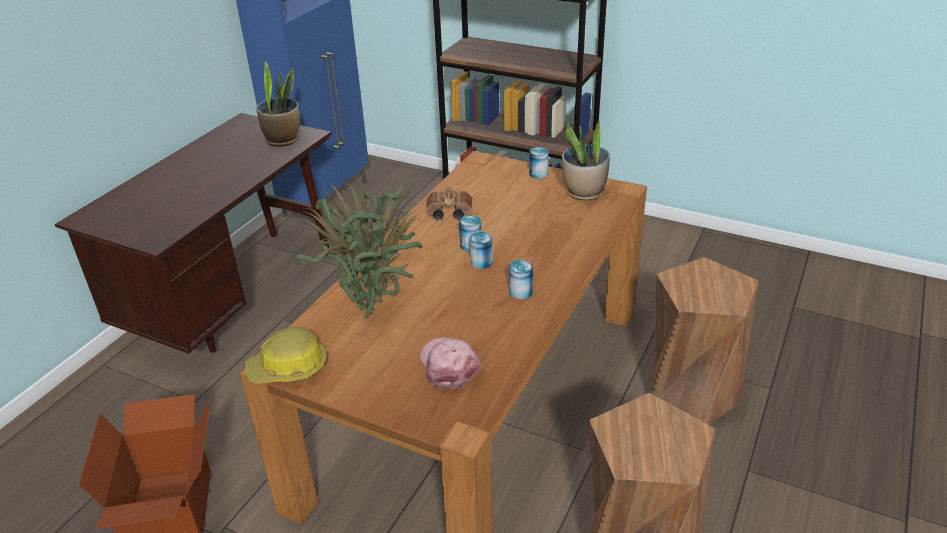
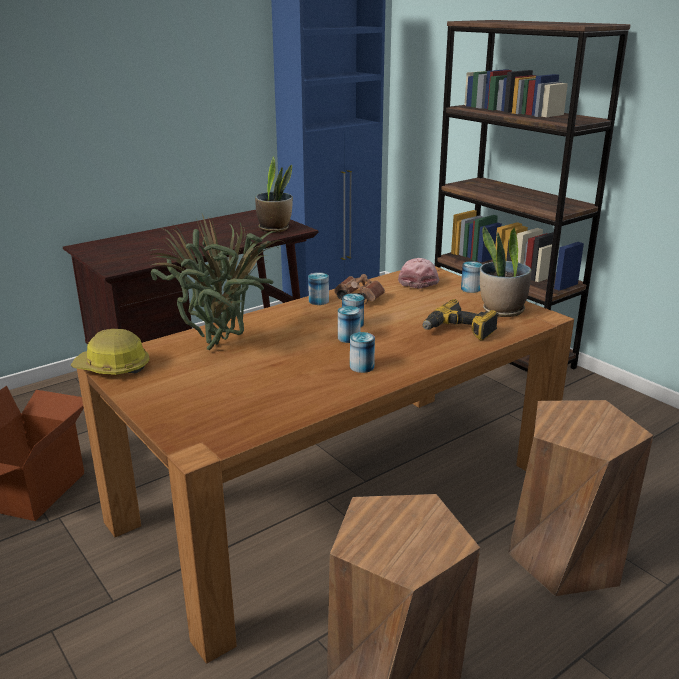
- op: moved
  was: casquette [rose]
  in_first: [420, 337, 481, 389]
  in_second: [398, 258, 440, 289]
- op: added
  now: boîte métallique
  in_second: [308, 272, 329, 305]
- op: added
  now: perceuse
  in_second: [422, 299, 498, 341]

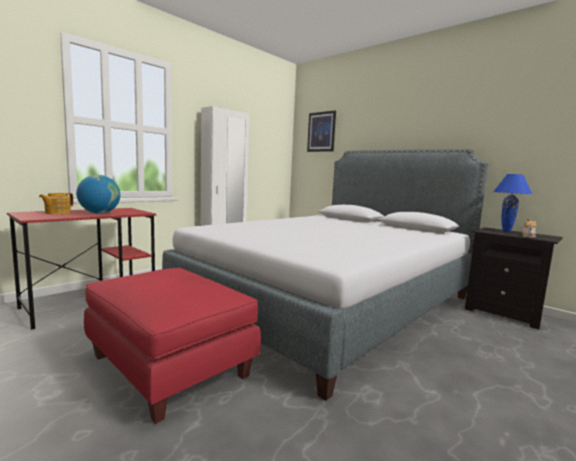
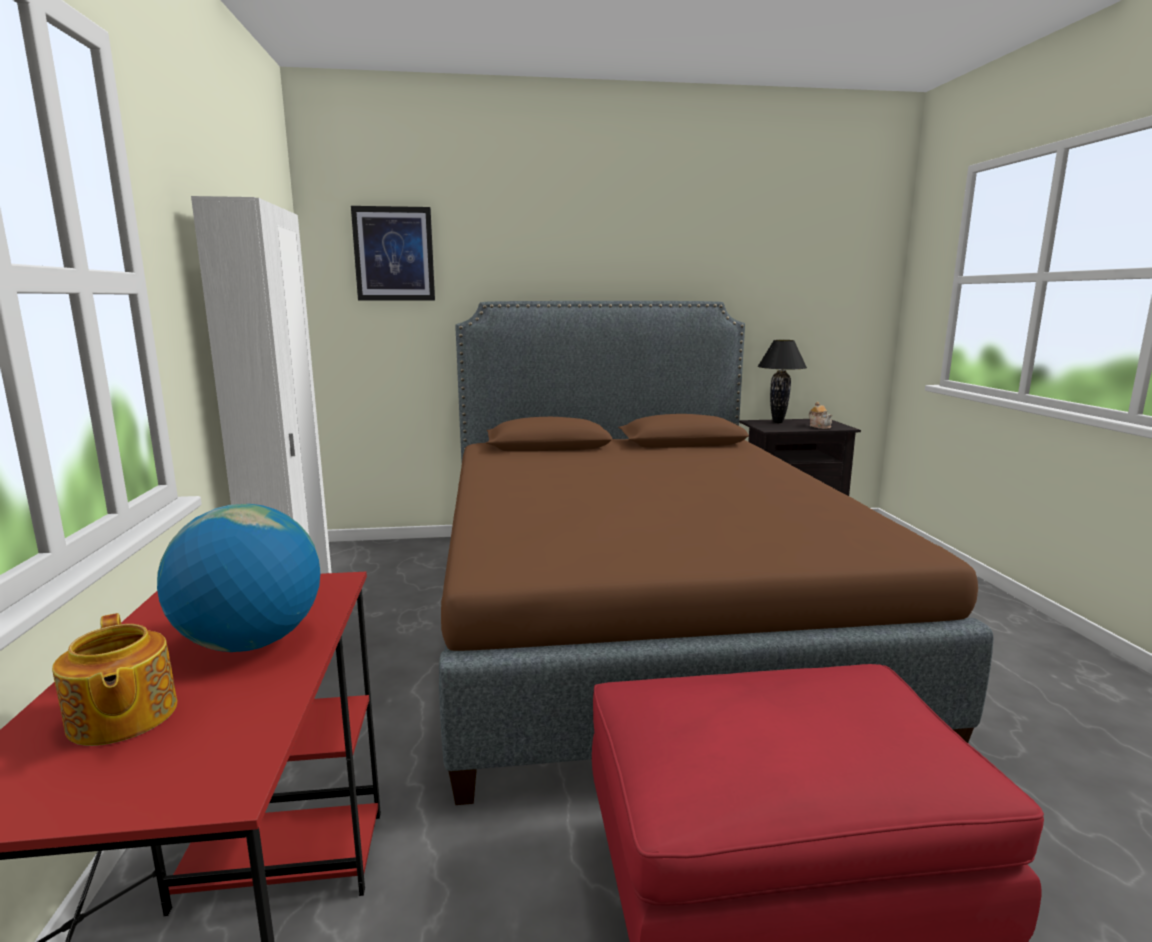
- op: recoloured
  was: lit [gris]
  now: lit [marron]
  in_first: [162, 149, 489, 401]
  in_second: [439, 301, 993, 805]
- op: recoloured
  was: lampe de table [bleu]
  now: lampe de table [noir]
  in_first: [493, 174, 532, 232]
  in_second: [758, 340, 807, 423]

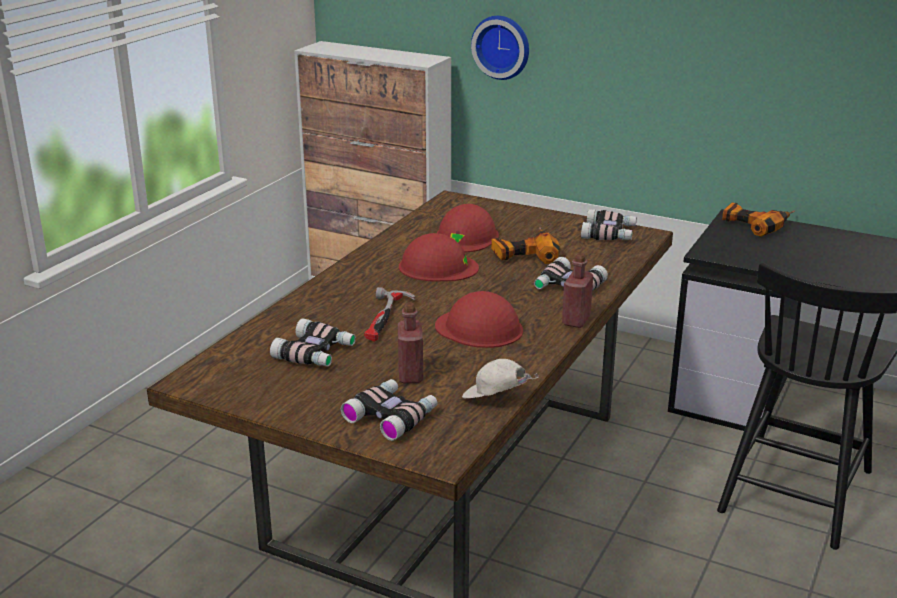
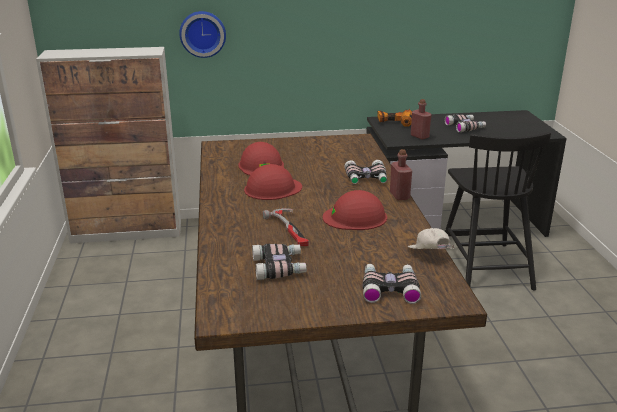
- op: moved
  was: bouteille [rouge]
  in_first: [398, 303, 423, 383]
  in_second: [411, 99, 432, 139]
- op: turned
  was: casquette [blanc]
  in_first: [462, 359, 539, 398]
  in_second: [408, 228, 455, 249]
  clockwise: 75
- op: removed
  was: perceuse
  in_first: [491, 227, 560, 264]
- op: moved
  was: jumelles
  in_first: [581, 209, 637, 240]
  in_second: [444, 114, 486, 132]

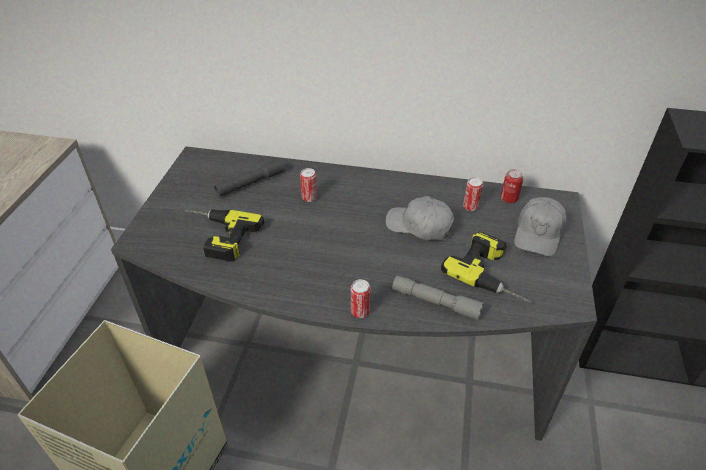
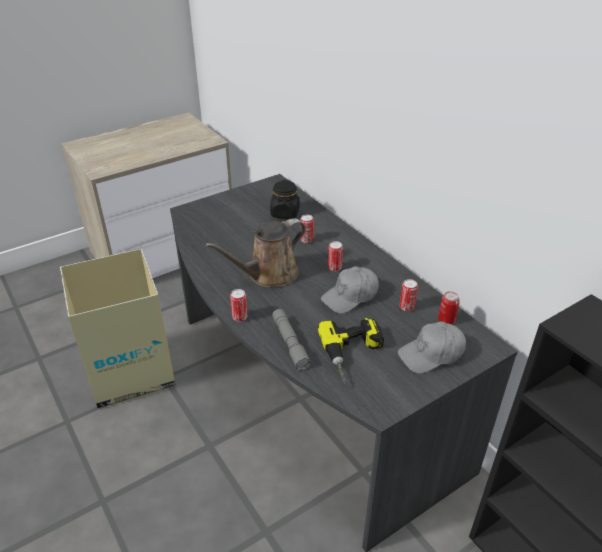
- op: removed
  was: perceuse
  in_first: [184, 209, 265, 261]
- op: replaced
  was: lampe de poche [gris]
  now: bocal [noir]
  in_first: [214, 158, 285, 197]
  in_second: [270, 180, 300, 219]
- op: turned
  was: casquette [gris]
  in_first: [386, 196, 454, 241]
  in_second: [321, 266, 379, 314]
  clockwise: -105
- op: added
  now: arrosoir [marron]
  in_second: [205, 218, 306, 287]
- op: added
  now: boîte métallique
  in_second: [328, 241, 343, 271]

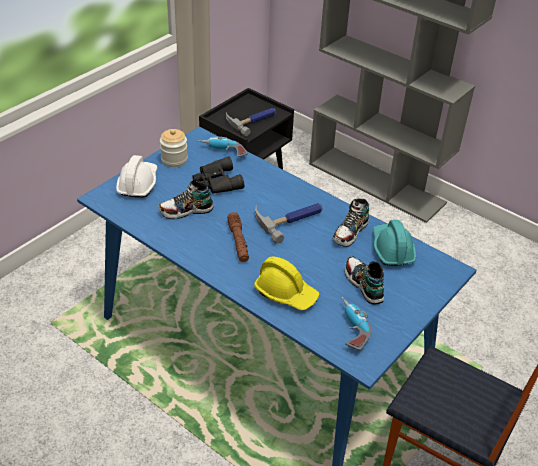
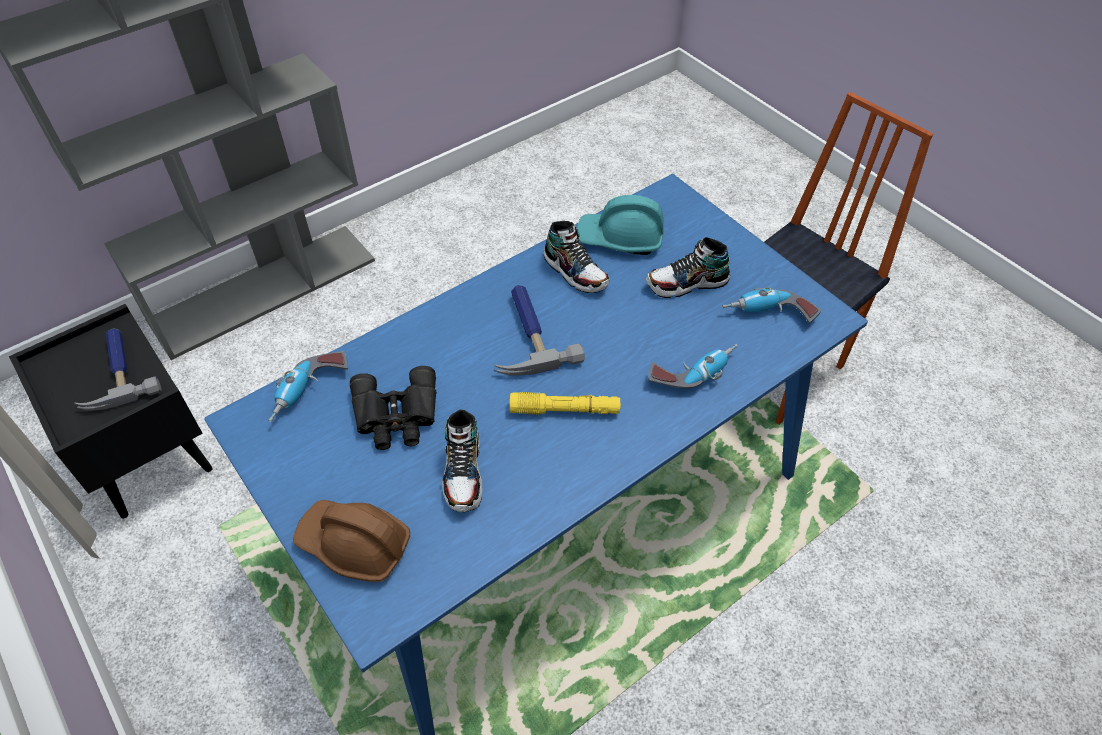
- op: recoloured
  was: casque de chantier [blanc]
  now: casque de chantier [marron]
  in_first: [116, 155, 157, 197]
  in_second: [293, 500, 410, 582]
- op: removed
  was: bocal
  in_first: [160, 129, 188, 167]
- op: recoloured
  was: lampe de poche [marron]
  now: lampe de poche [jaune]
  in_first: [227, 212, 249, 262]
  in_second: [510, 392, 621, 414]
- op: replaced
  was: casque de chantier [jaune]
  now: perceuse
  in_first: [254, 256, 319, 310]
  in_second: [648, 344, 738, 388]

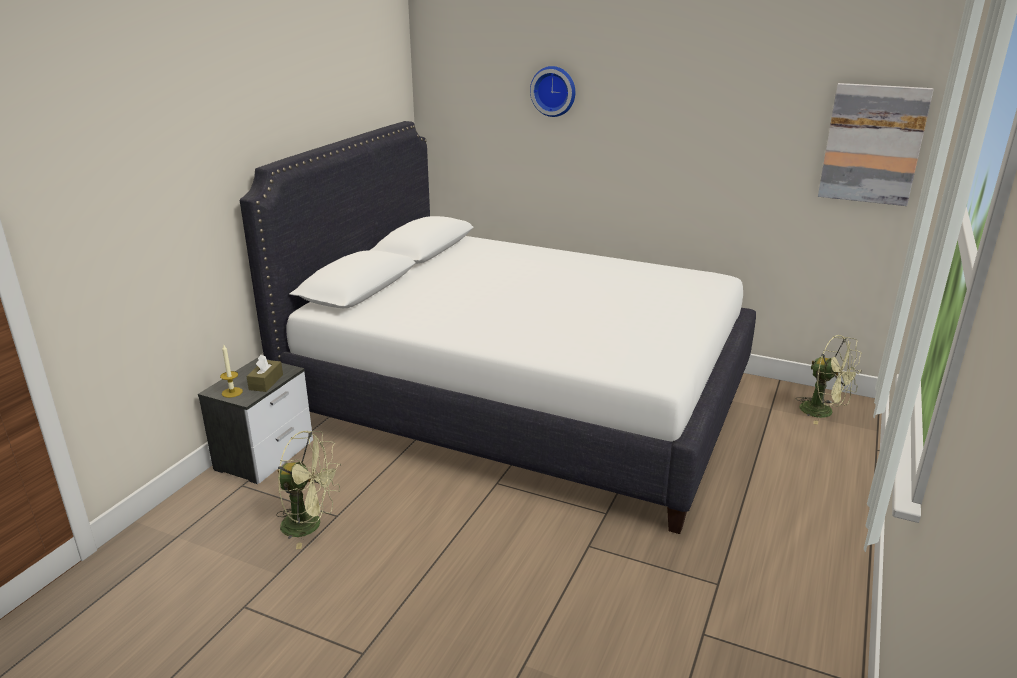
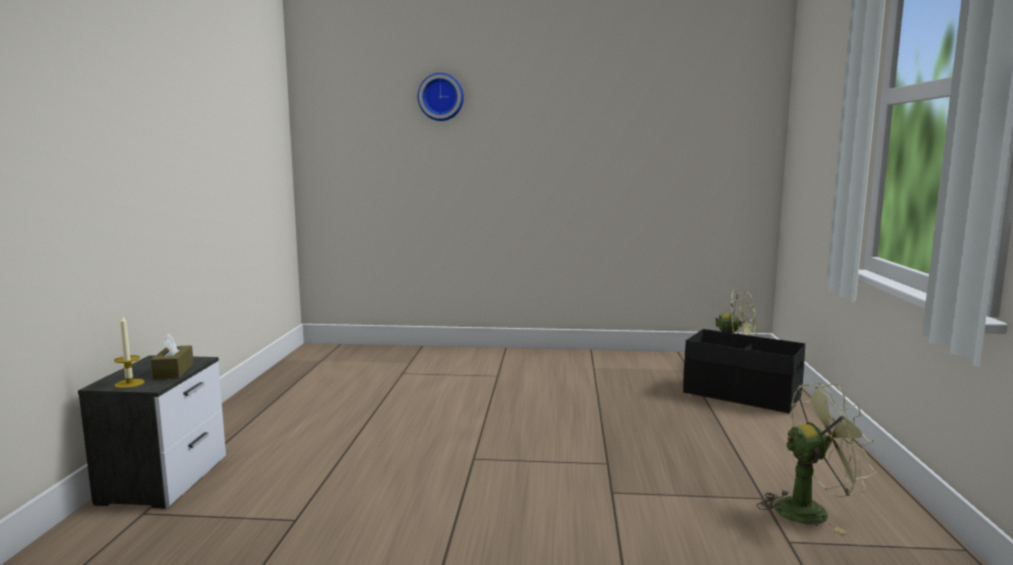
- op: removed
  was: lit [blanc]
  in_first: [240, 121, 756, 534]
- op: moved
  was: ventilateur [vert]
  in_first: [276, 431, 341, 549]
  in_second: [757, 383, 876, 534]
- op: removed
  was: tableau
  in_first: [818, 83, 934, 206]
- op: added
  now: boîte de rangement [noir]
  in_second: [683, 329, 806, 413]

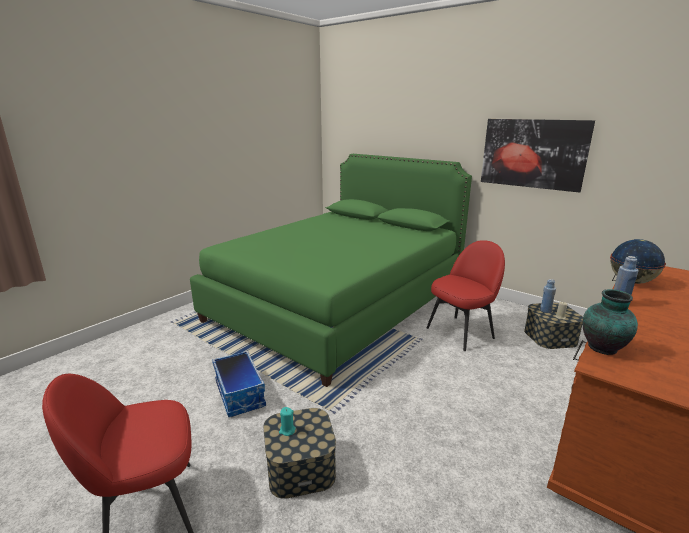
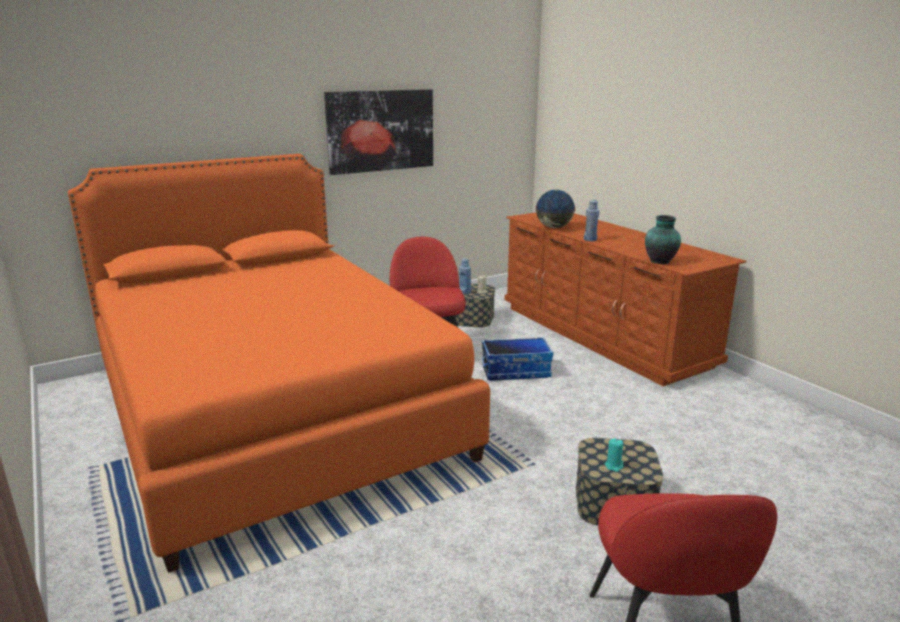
- op: recoloured
  was: lit [vert]
  now: lit [orange]
  in_first: [190, 154, 472, 387]
  in_second: [68, 154, 490, 573]
- op: moved
  was: boîte de rangement
  in_first: [212, 351, 266, 417]
  in_second: [482, 337, 553, 381]

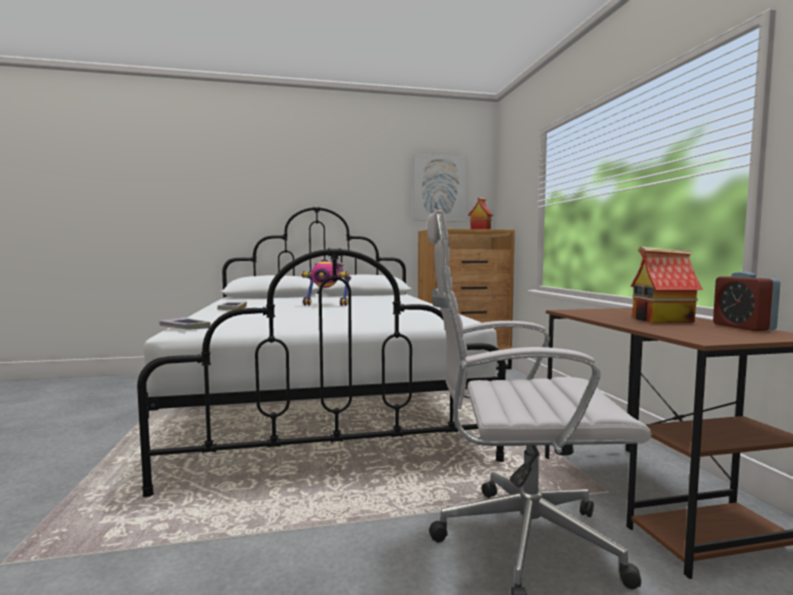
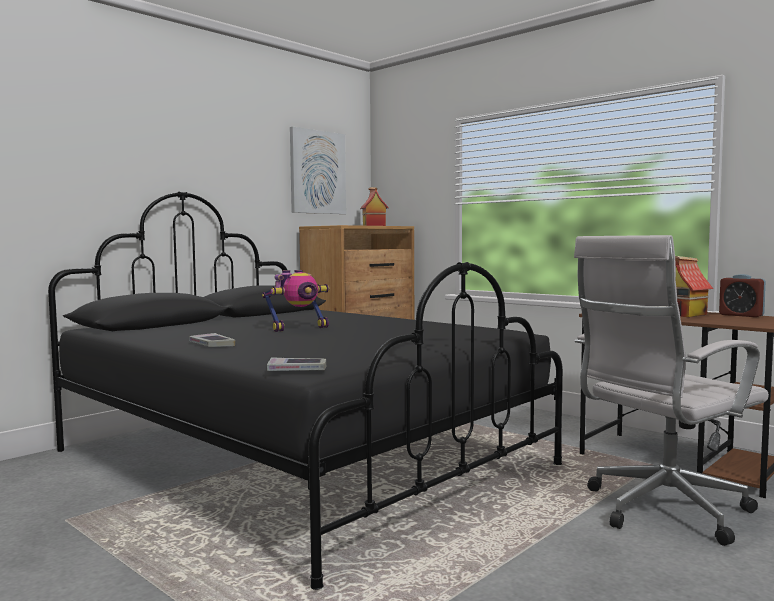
- op: recoloured
  was: lit [blanc]
  now: lit [noir]
  in_first: [137, 207, 506, 497]
  in_second: [48, 192, 563, 590]

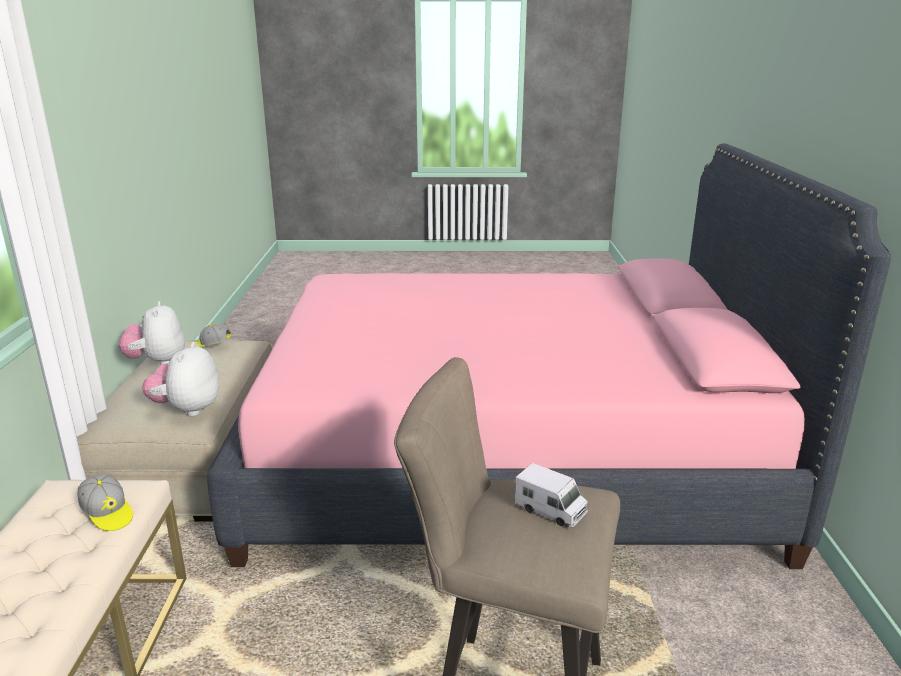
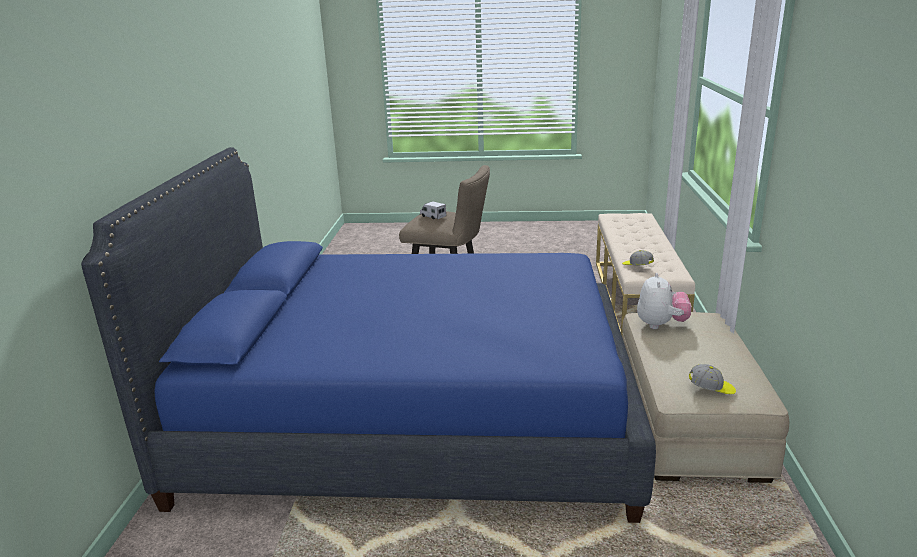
- op: removed
  was: peluche
  in_first: [119, 301, 185, 365]
- op: recoloured
  was: lit [rose]
  now: lit [bleu]
  in_first: [207, 143, 891, 569]
  in_second: [81, 147, 656, 523]

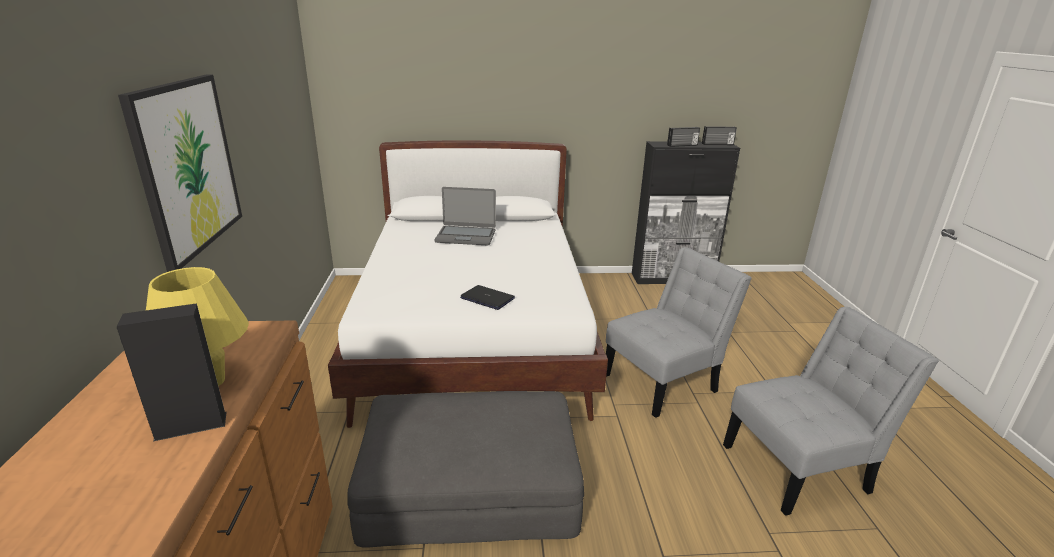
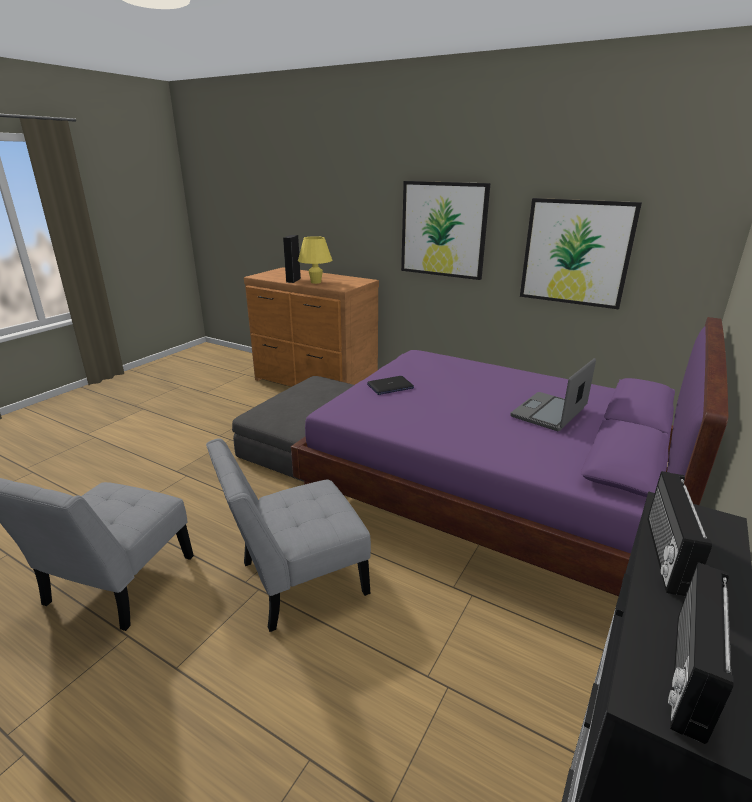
- op: recoloured
  was: lit [blanc]
  now: lit [violet]
  in_first: [328, 140, 608, 428]
  in_second: [291, 317, 729, 596]
- op: turned
  was: chaise [gris]
  in_first: [606, 247, 752, 418]
  in_second: [206, 438, 371, 632]
  clockwise: 60
- op: added
  now: tableau
  in_second: [520, 198, 642, 309]

